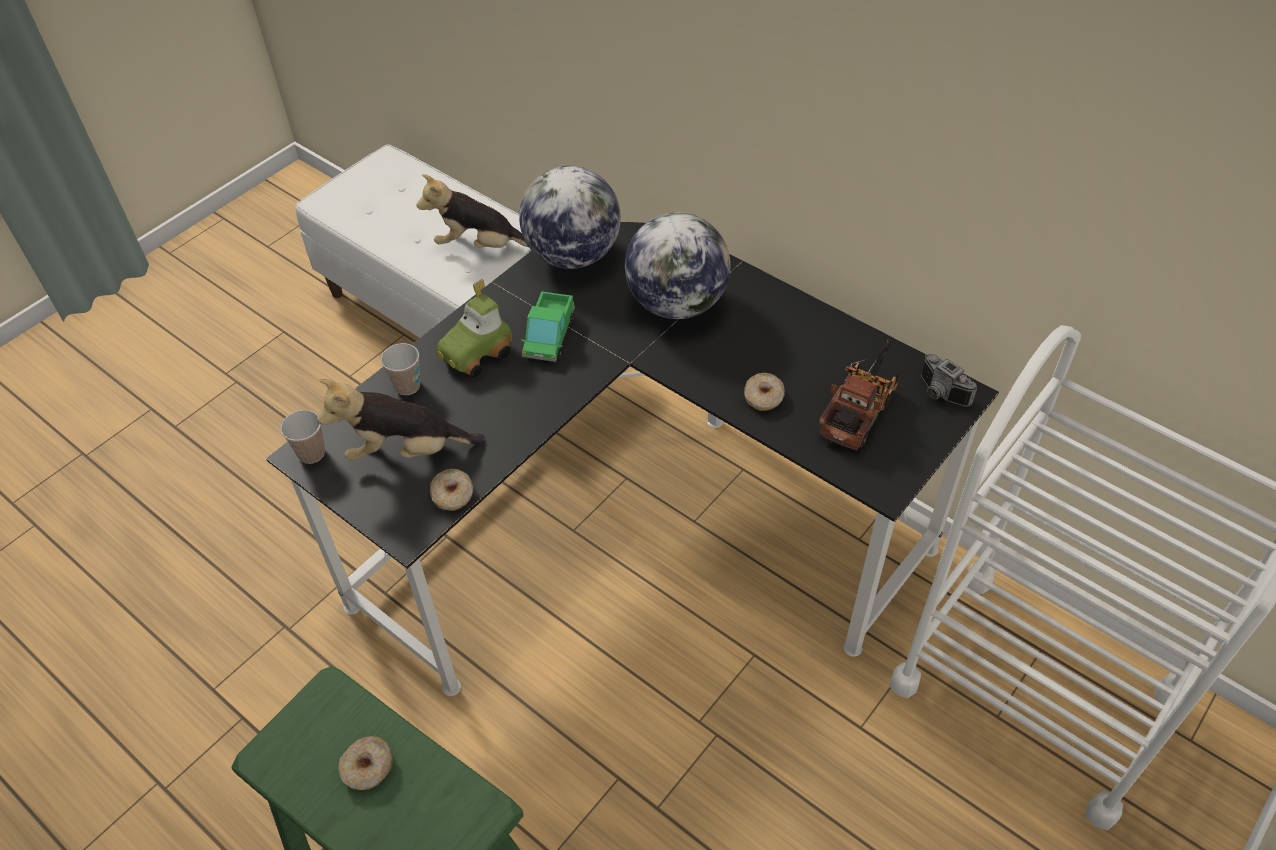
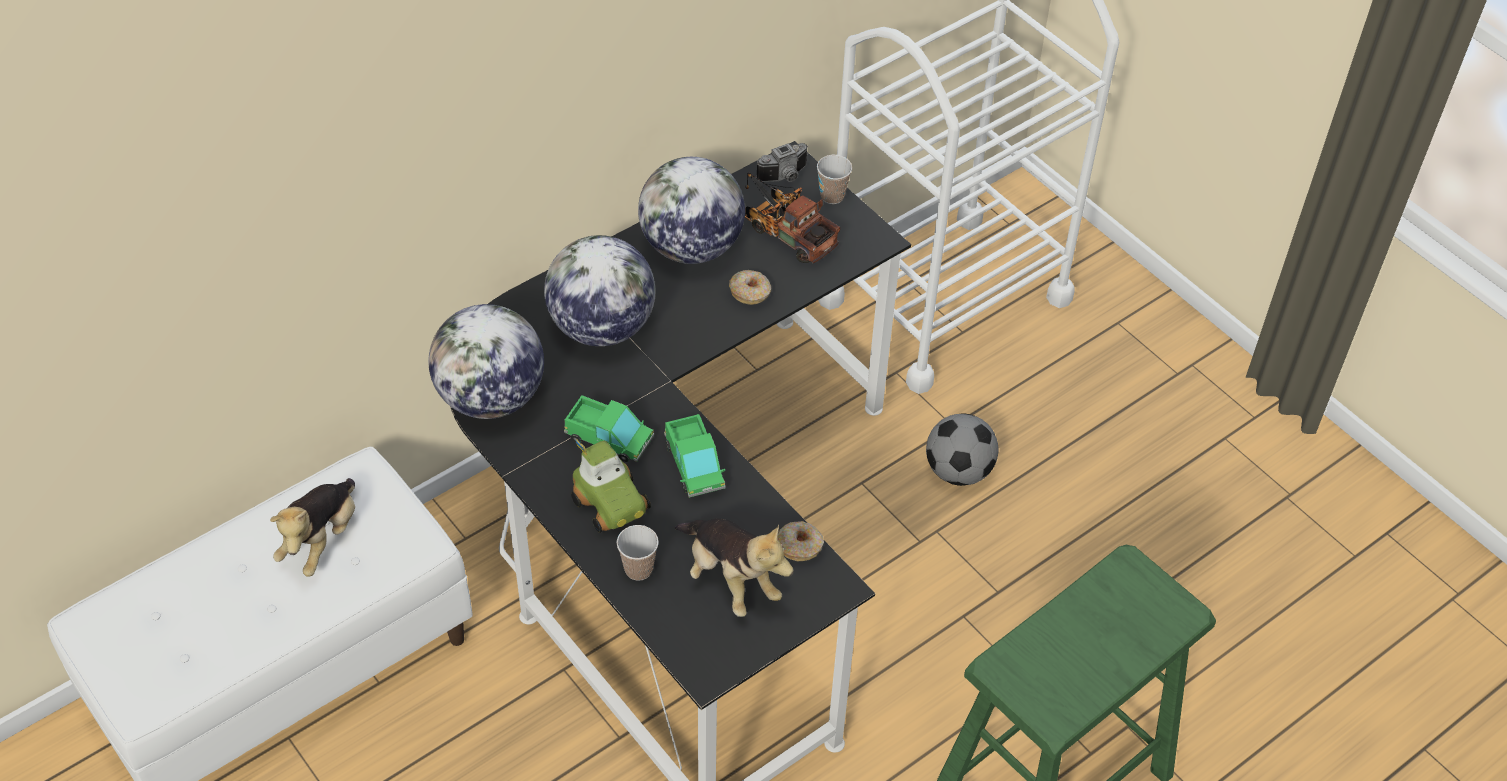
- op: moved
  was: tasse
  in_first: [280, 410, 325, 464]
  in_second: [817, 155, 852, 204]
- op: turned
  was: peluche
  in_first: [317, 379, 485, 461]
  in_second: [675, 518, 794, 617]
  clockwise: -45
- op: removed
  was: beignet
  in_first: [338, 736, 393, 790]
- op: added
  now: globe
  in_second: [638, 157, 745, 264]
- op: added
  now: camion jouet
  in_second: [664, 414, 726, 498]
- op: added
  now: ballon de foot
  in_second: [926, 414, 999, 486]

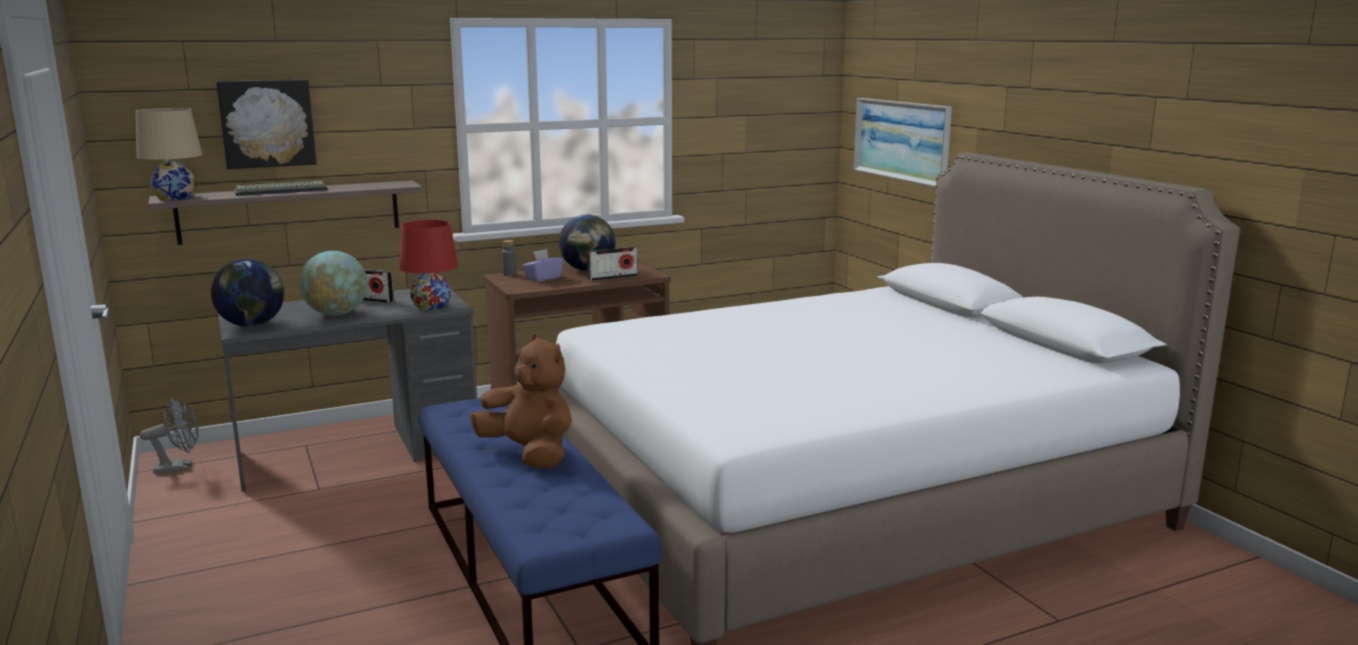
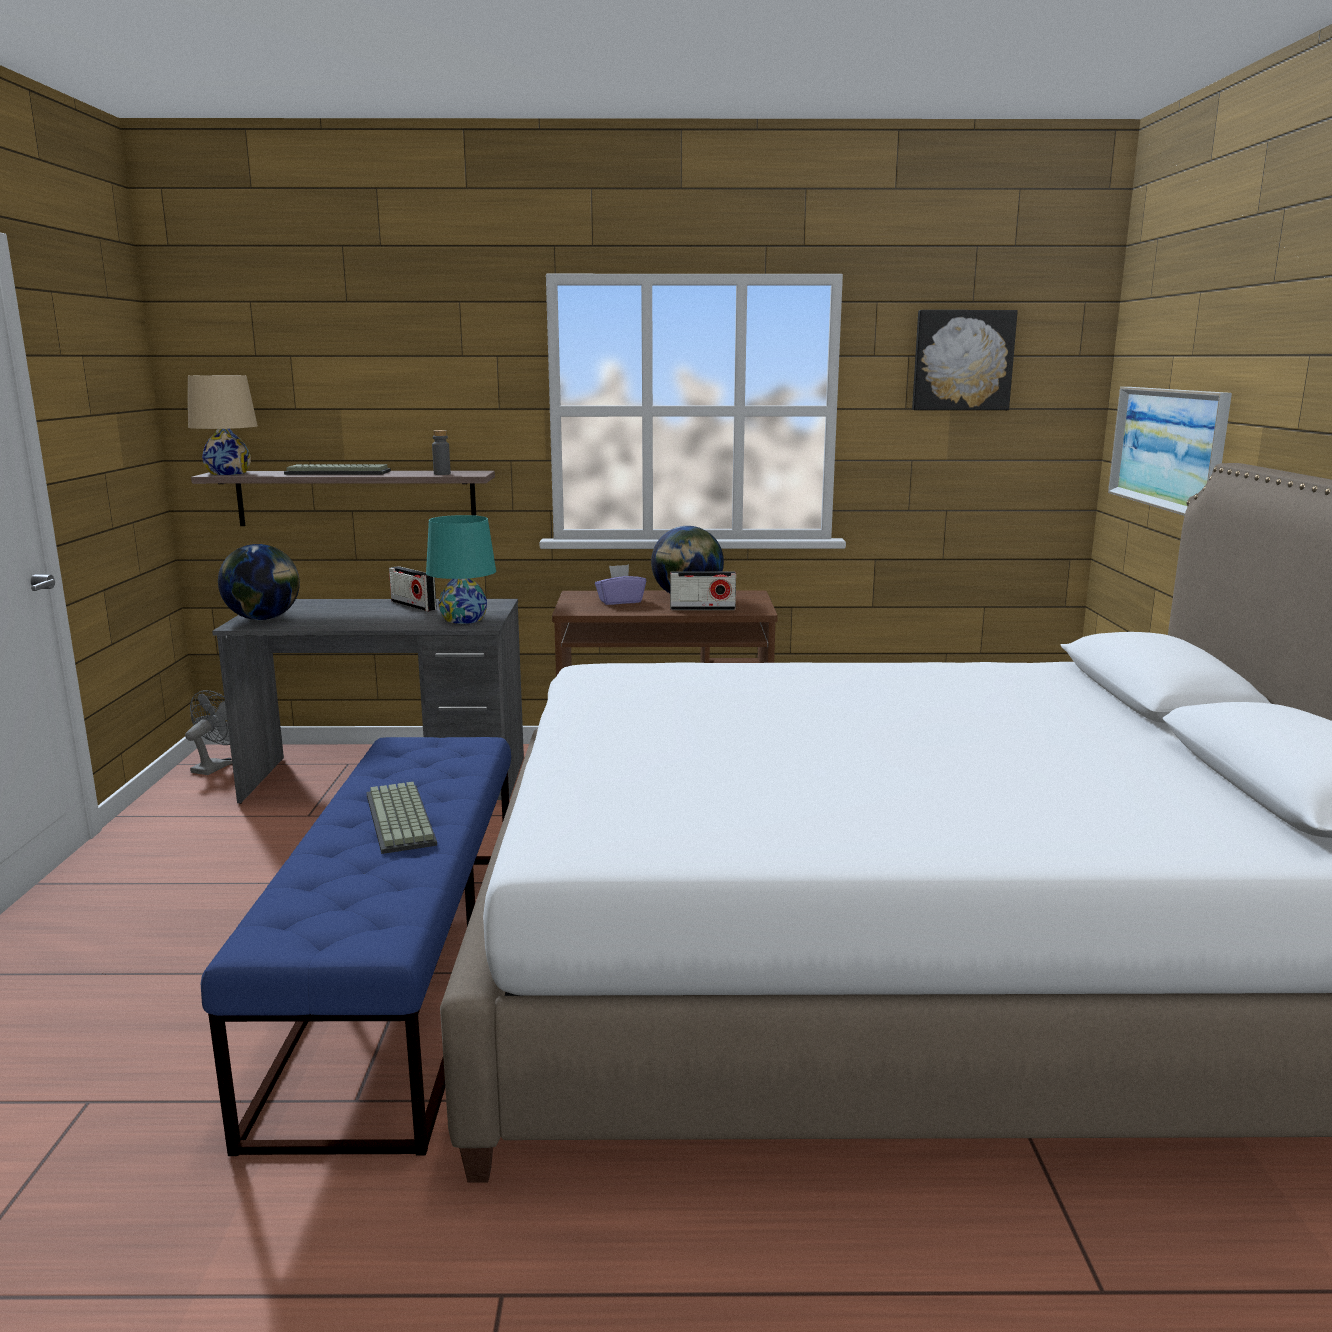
- op: turned
  was: ventilateur [gris]
  in_first: [140, 397, 199, 474]
  in_second: [185, 690, 232, 775]
  clockwise: -75
- op: moved
  was: tableau
  in_first: [216, 80, 317, 169]
  in_second: [912, 310, 1018, 410]
- op: removed
  was: globe
  in_first: [299, 251, 368, 316]
- op: recoloured
  was: lampe de table [rouge]
  now: lampe de table [turquoise]
  in_first: [399, 220, 458, 310]
  in_second: [426, 515, 496, 624]
- op: replaced
  was: peluche [marron]
  now: clavier
  in_first: [470, 334, 572, 469]
  in_second: [366, 782, 437, 854]
- op: moved
  was: bouteille [gris]
  in_first: [502, 240, 516, 276]
  in_second: [432, 430, 451, 475]

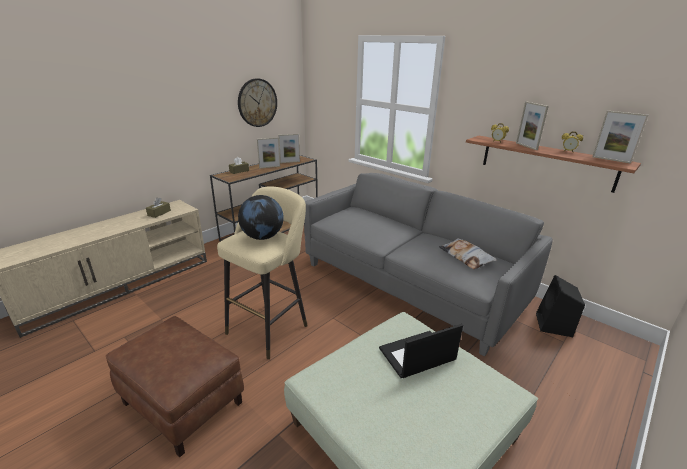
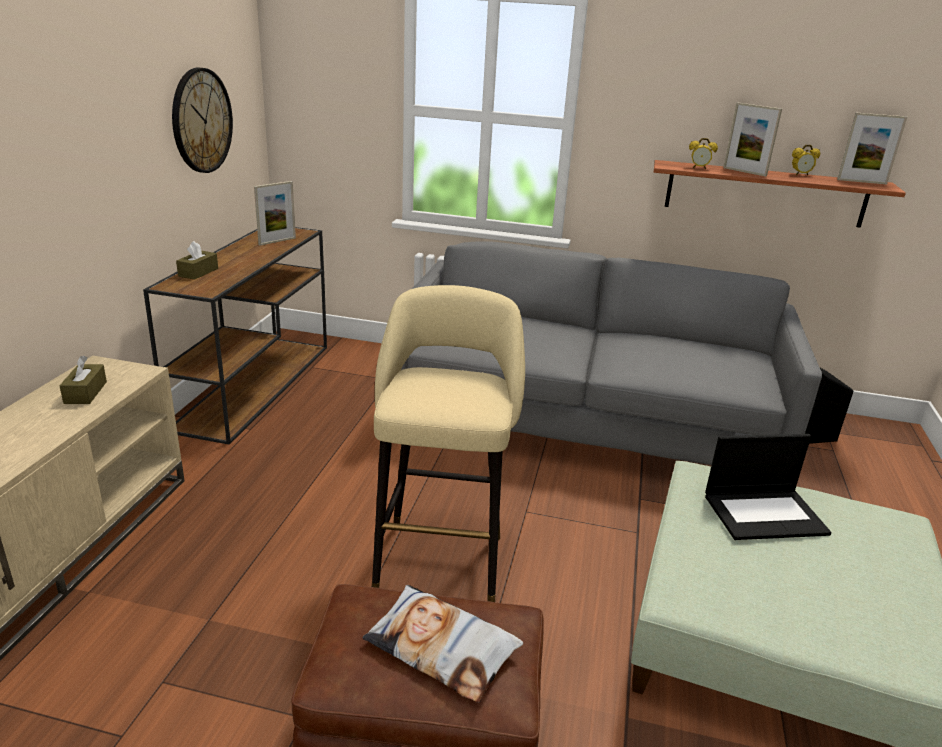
- op: removed
  was: globe
  in_first: [238, 195, 284, 240]
- op: removed
  was: cadre photo
  in_first: [257, 138, 280, 168]
- op: turned
  was: ordinateur portable
  in_first: [379, 324, 463, 378]
  in_second: [705, 434, 831, 540]
  clockwise: -135
- op: moved
  was: coussin
  in_first: [439, 238, 497, 269]
  in_second: [363, 585, 523, 703]

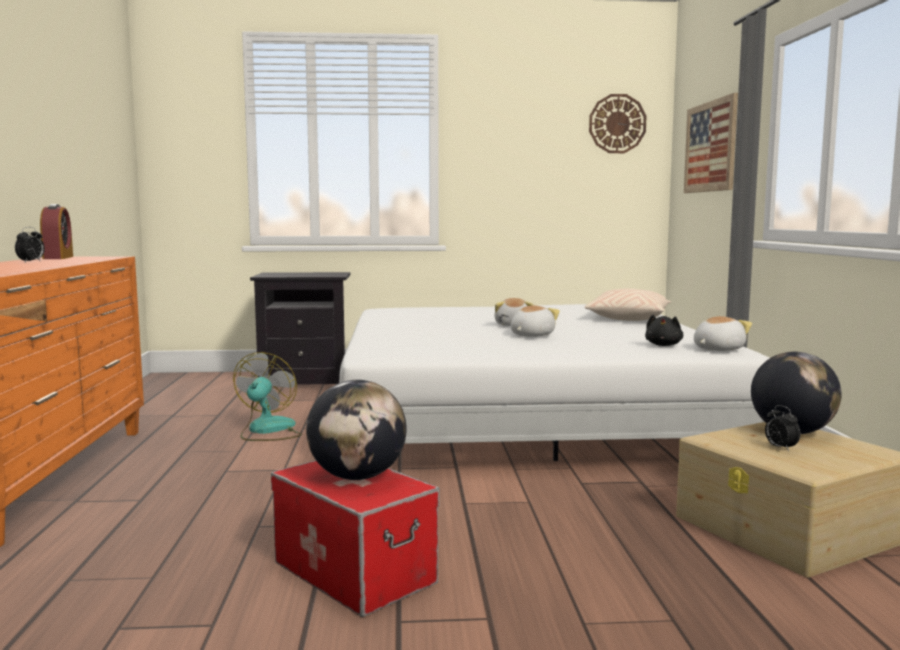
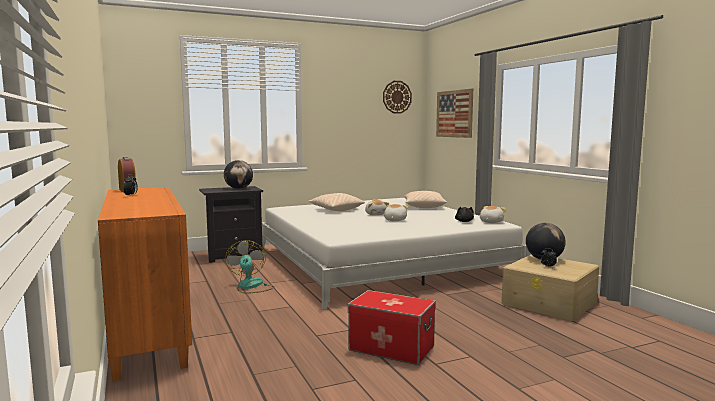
- op: moved
  was: globe
  in_first: [306, 380, 407, 480]
  in_second: [224, 160, 253, 189]
- op: added
  now: coussin [beige]
  in_second: [308, 193, 365, 211]

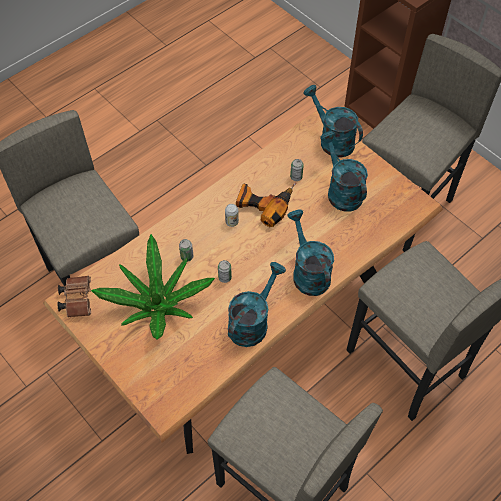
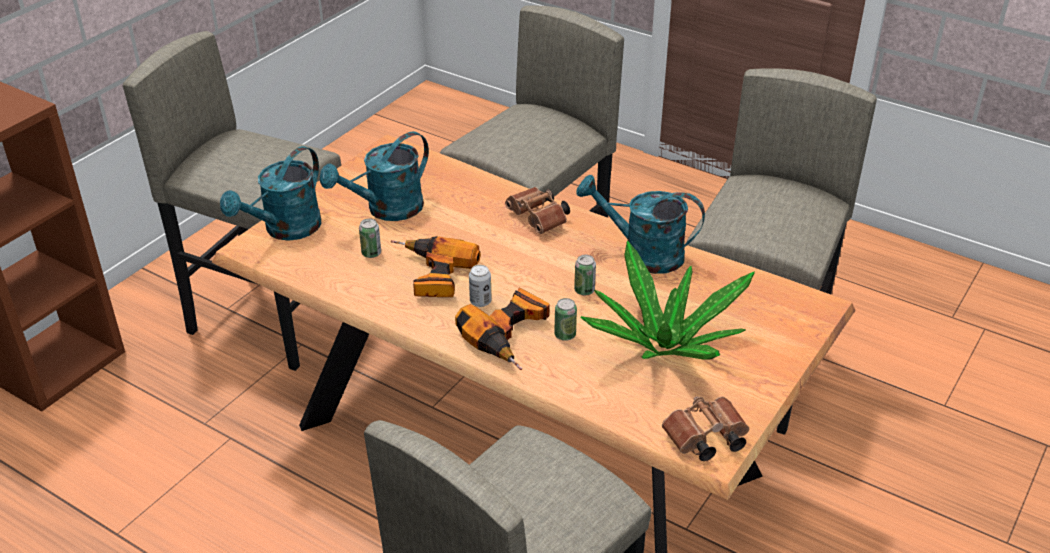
- op: replaced
  was: arrosoir [turquoise]
  now: jumelles [marron]
  in_first: [288, 209, 334, 296]
  in_second: [505, 187, 570, 234]
- op: added
  now: perceuse
  in_second: [455, 288, 549, 370]

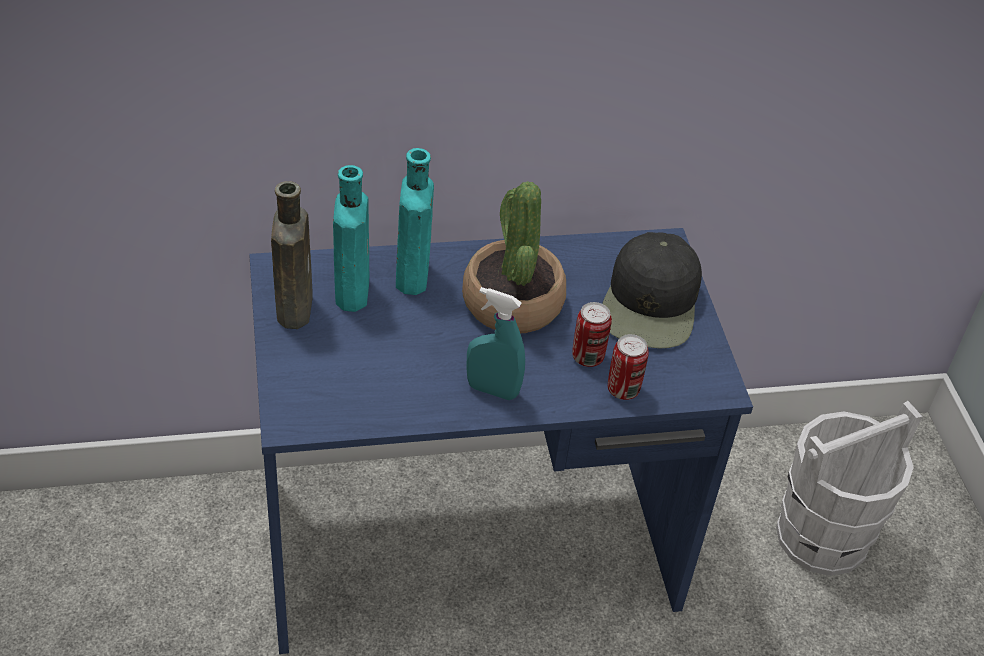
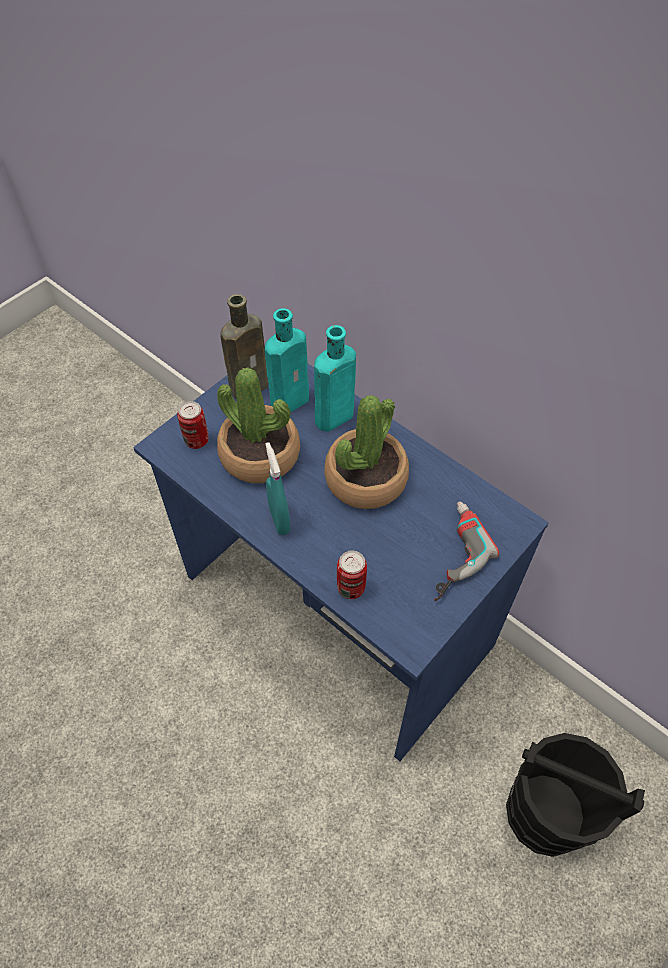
- op: moved
  was: boîte métallique
  in_first: [572, 302, 612, 367]
  in_second: [177, 401, 209, 449]
- op: replaced
  was: casquette [noir]
  now: perceuse
  in_first: [602, 232, 702, 349]
  in_second: [434, 501, 499, 601]
- op: recoloured
  was: seau [blanc]
  now: seau [noir]
  in_first: [776, 401, 922, 576]
  in_second: [506, 733, 645, 857]
- op: added
  now: plante en pot
  in_second: [217, 367, 300, 483]

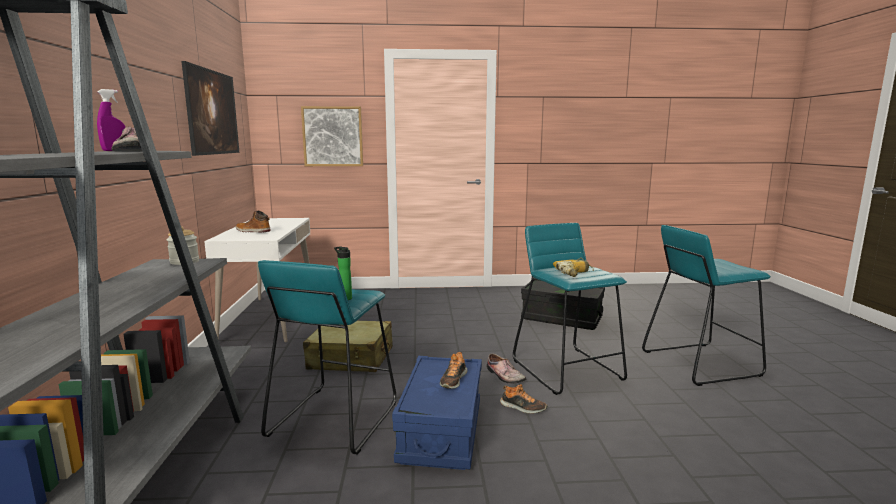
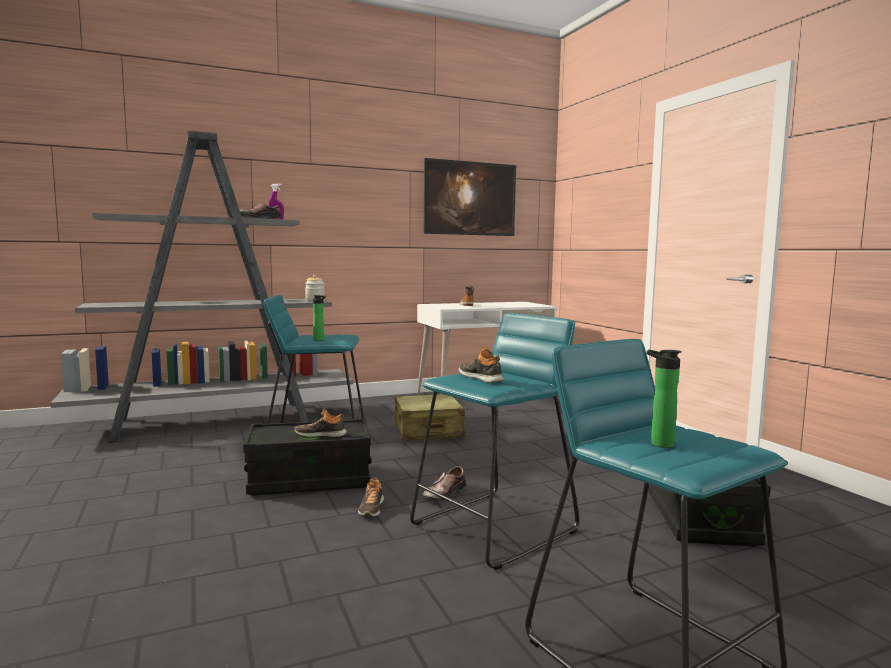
- op: removed
  was: tableau
  in_first: [301, 106, 363, 166]
- op: recoloured
  was: boîte de rangement [bleu]
  now: boîte de rangement [noir]
  in_first: [392, 356, 482, 470]
  in_second: [243, 418, 372, 496]
- op: replaced
  was: perceuse
  now: chaussure
  in_first: [553, 258, 594, 277]
  in_second: [459, 346, 504, 383]
- op: added
  now: bouteille
  in_second: [647, 350, 682, 448]

